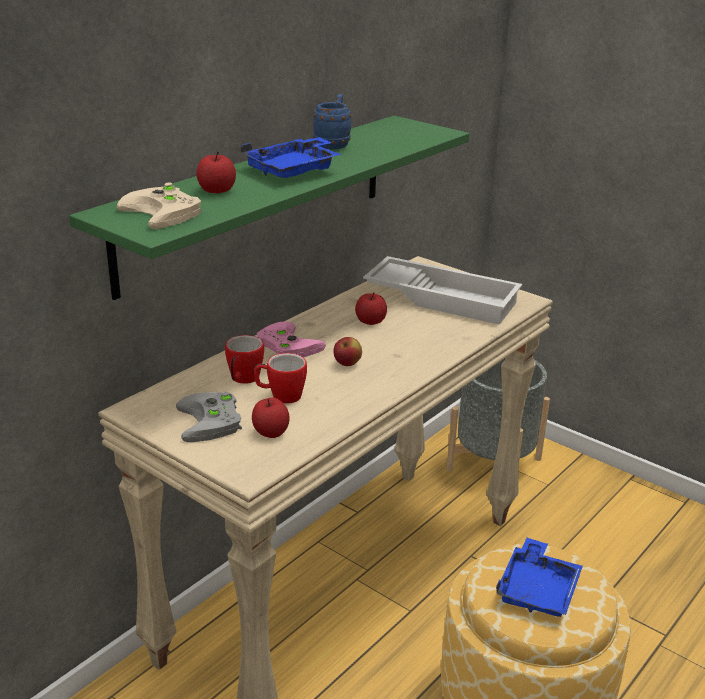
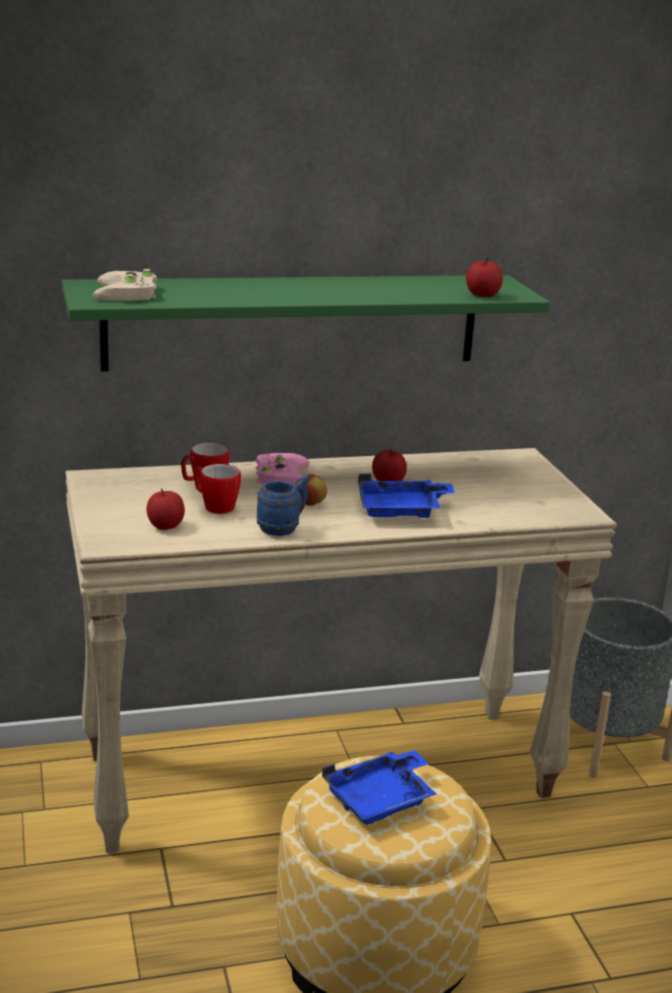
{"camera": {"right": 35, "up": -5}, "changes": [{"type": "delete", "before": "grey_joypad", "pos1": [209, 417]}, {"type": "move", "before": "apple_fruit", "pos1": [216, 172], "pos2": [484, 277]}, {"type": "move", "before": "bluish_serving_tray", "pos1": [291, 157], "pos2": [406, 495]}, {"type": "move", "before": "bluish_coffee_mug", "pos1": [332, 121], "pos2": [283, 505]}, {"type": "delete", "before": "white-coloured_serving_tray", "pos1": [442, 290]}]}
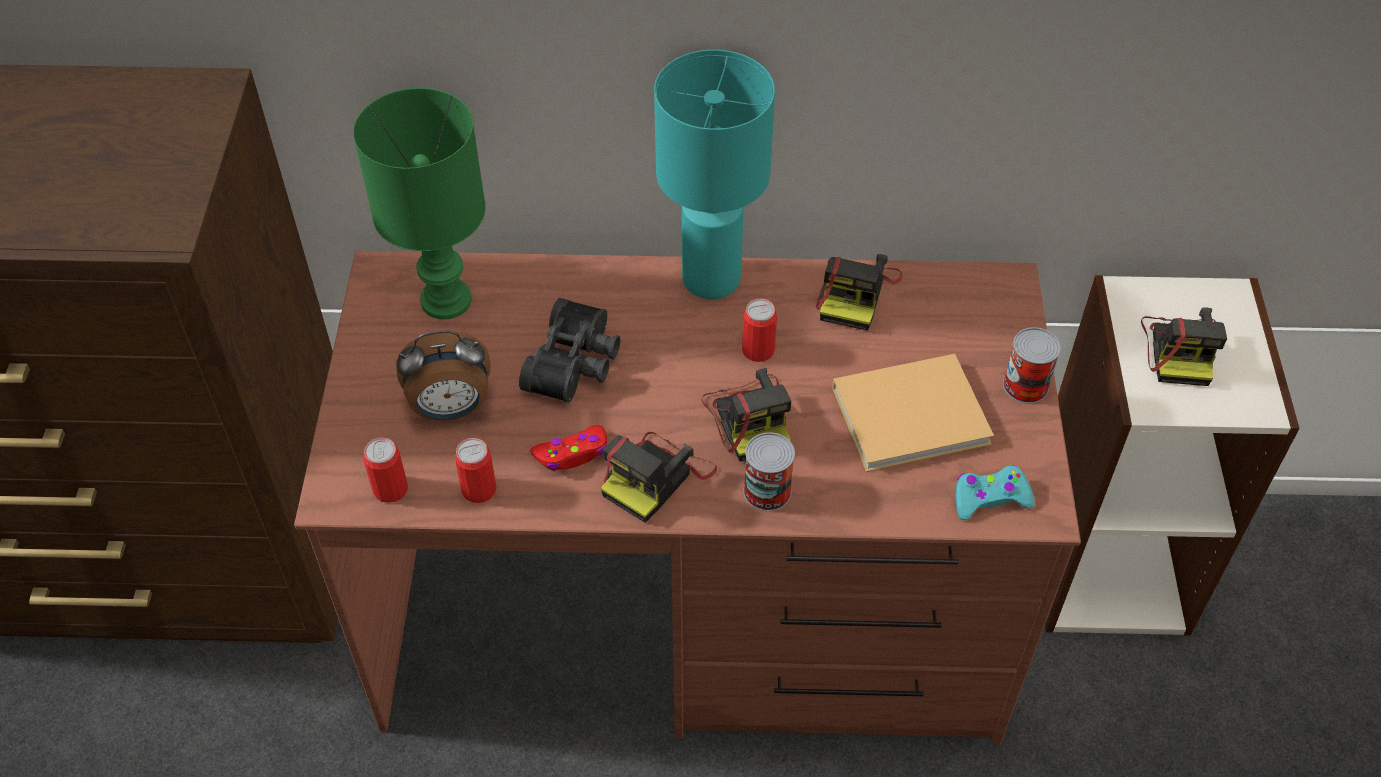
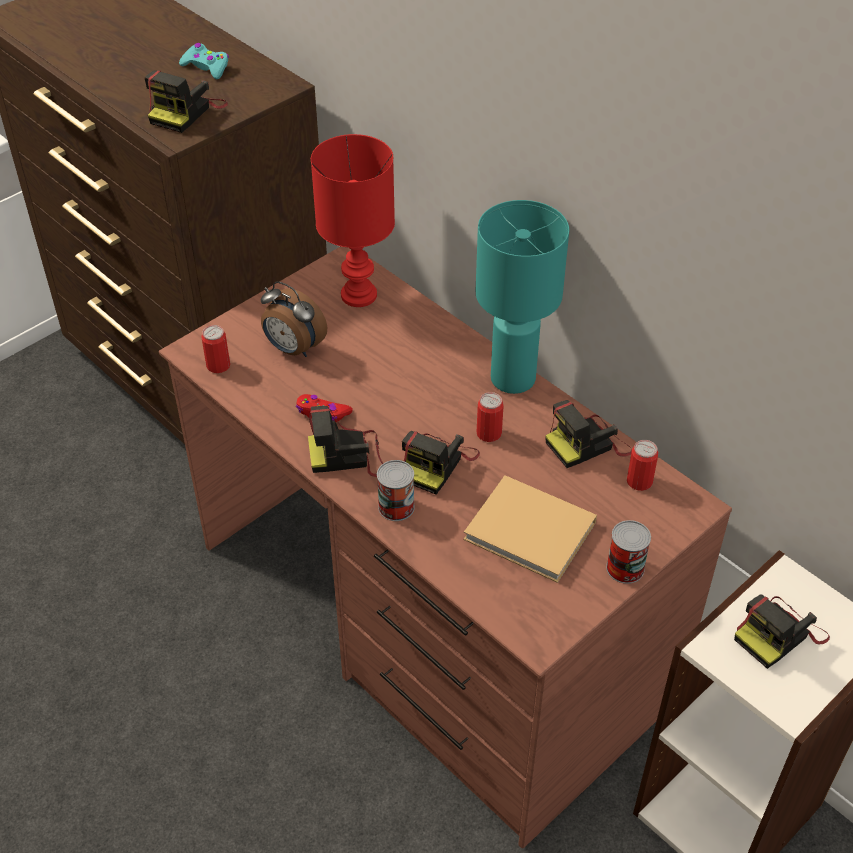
{"camera": {"right": 45, "up": -5}, "changes": [{"type": "recolor", "before": "greenish_tabletop_lamp", "after": "red_tabletop_lamp", "pos1": [419, 203], "pos2": [353, 220]}, {"type": "move", "before": "can", "pos1": [476, 470], "pos2": [642, 465]}, {"type": "delete", "before": "black-coloured_pair_of_binoculars", "pos1": [569, 350]}, {"type": "move", "before": "turquoise-coloured_joypad", "pos1": [995, 493], "pos2": [204, 61]}, {"type": "insert", "after": "still_camera", "pos2": [186, 101]}]}
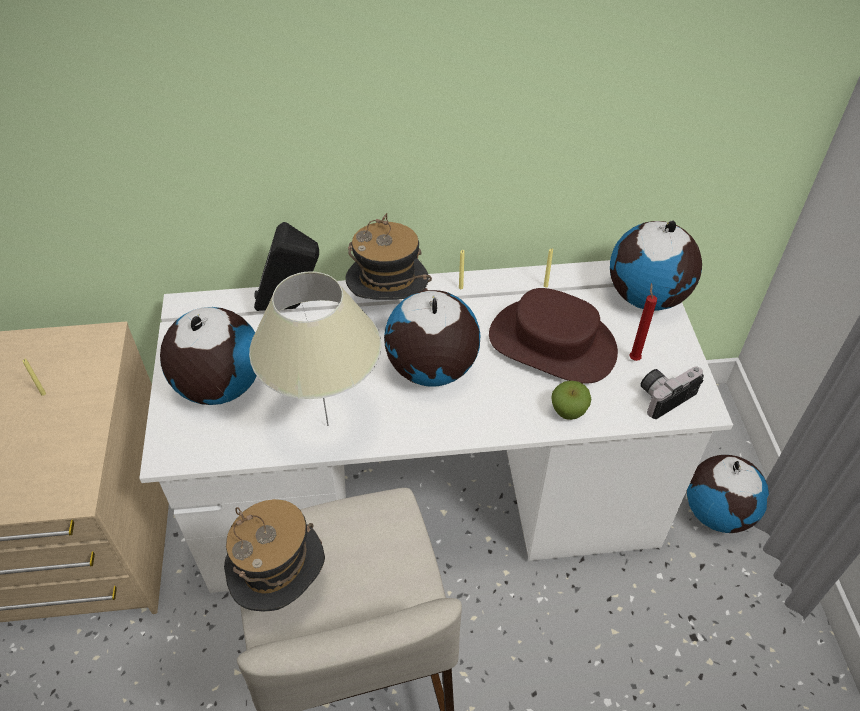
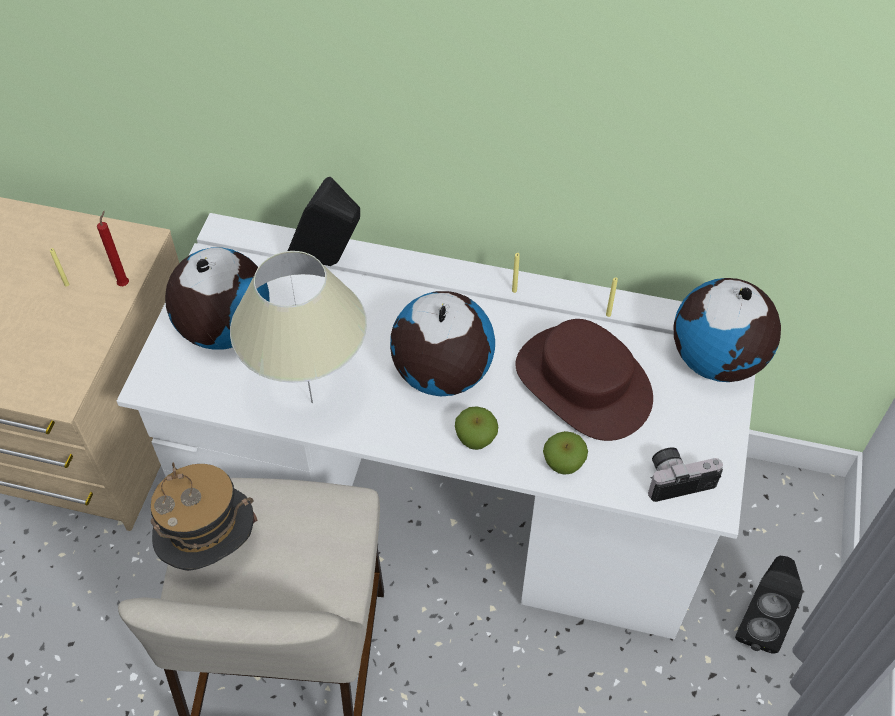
{"camera": {"right": 20, "up": 5}, "changes": [{"type": "delete", "before": "clothing_hat", "pos1": [388, 256]}, {"type": "move", "before": "red_candle", "pos1": [643, 322], "pos2": [113, 248]}, {"type": "replace", "before": "world_globe", "after": "black-coloured_audio_speaker", "pos1": [728, 494], "pos2": [769, 605]}, {"type": "insert", "after": "apple_fruit", "pos2": [476, 428]}]}
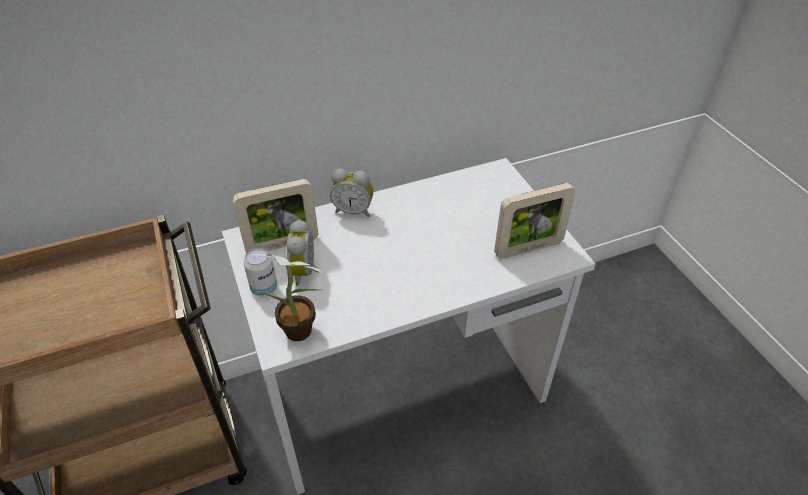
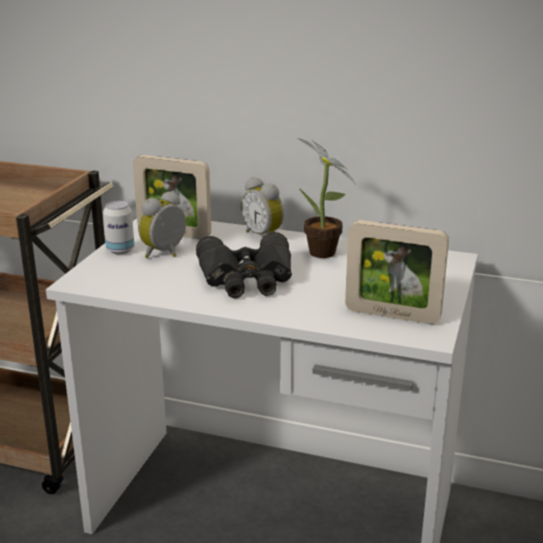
{"camera": {"right": 40, "up": -20}, "changes": [{"type": "move", "before": "houseplant", "pos1": [286, 297], "pos2": [327, 198]}, {"type": "insert", "after": "black-coloured_pair_of_binoculars", "pos2": [244, 265]}]}
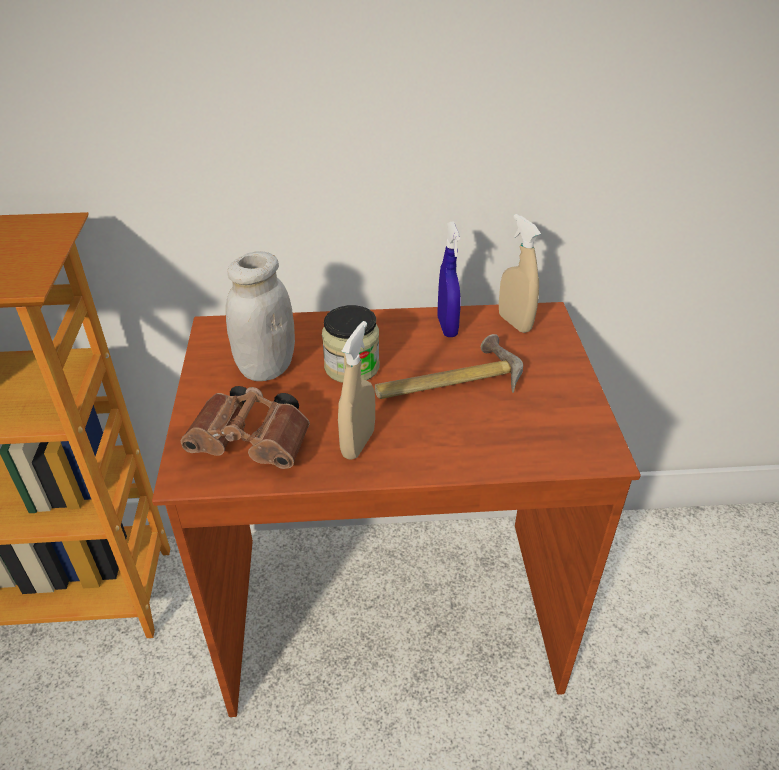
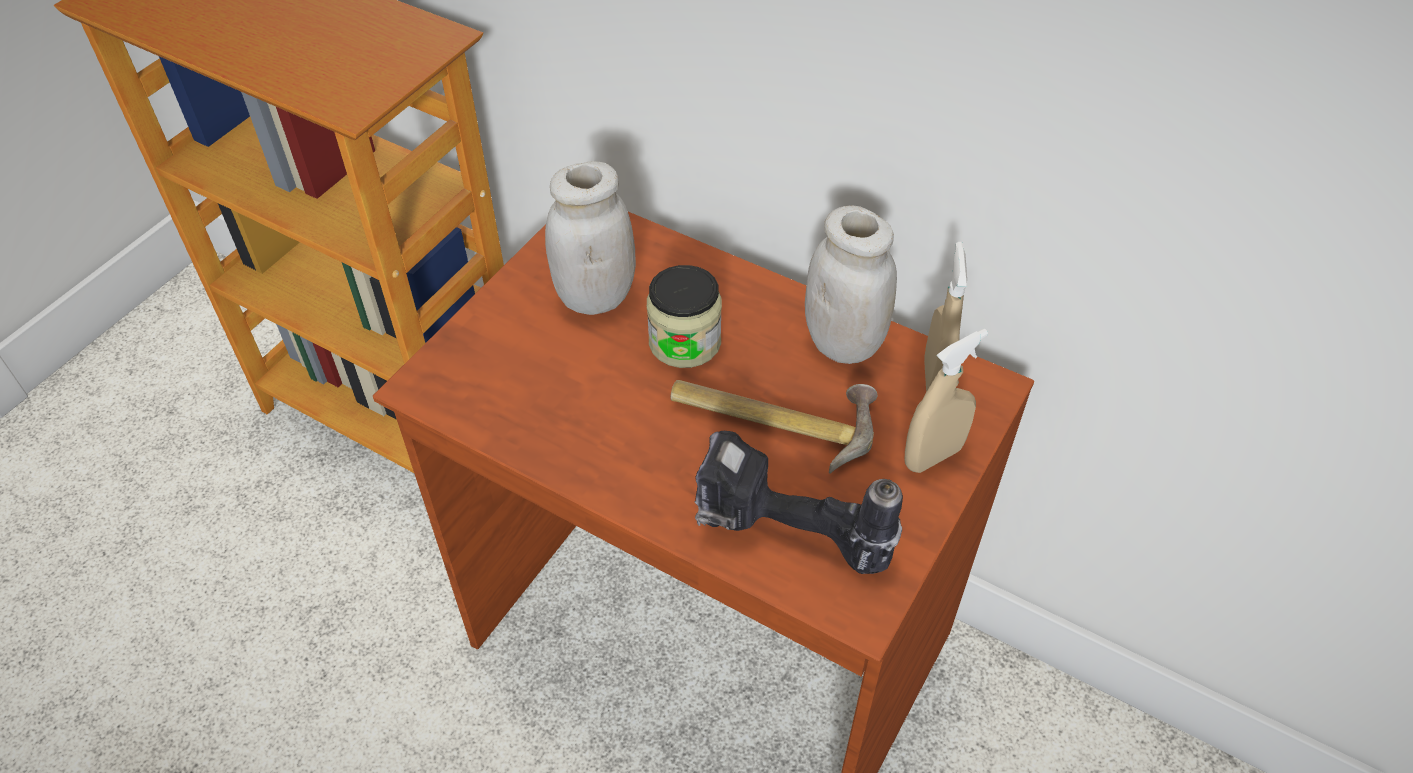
{"camera": {"right": 35, "up": 10}, "changes": [{"type": "delete", "before": "brown-coloured_pair_of_binoculars", "pos1": [245, 427]}, {"type": "move", "before": "beige-coloured_hand_sprayer", "pos1": [356, 390], "pos2": [946, 401]}, {"type": "replace", "before": "bluish_hand_sprayer", "after": "white-coloured_jar", "pos1": [449, 279], "pos2": [851, 285]}, {"type": "insert", "after": "electric_drill", "pos2": [799, 502]}]}
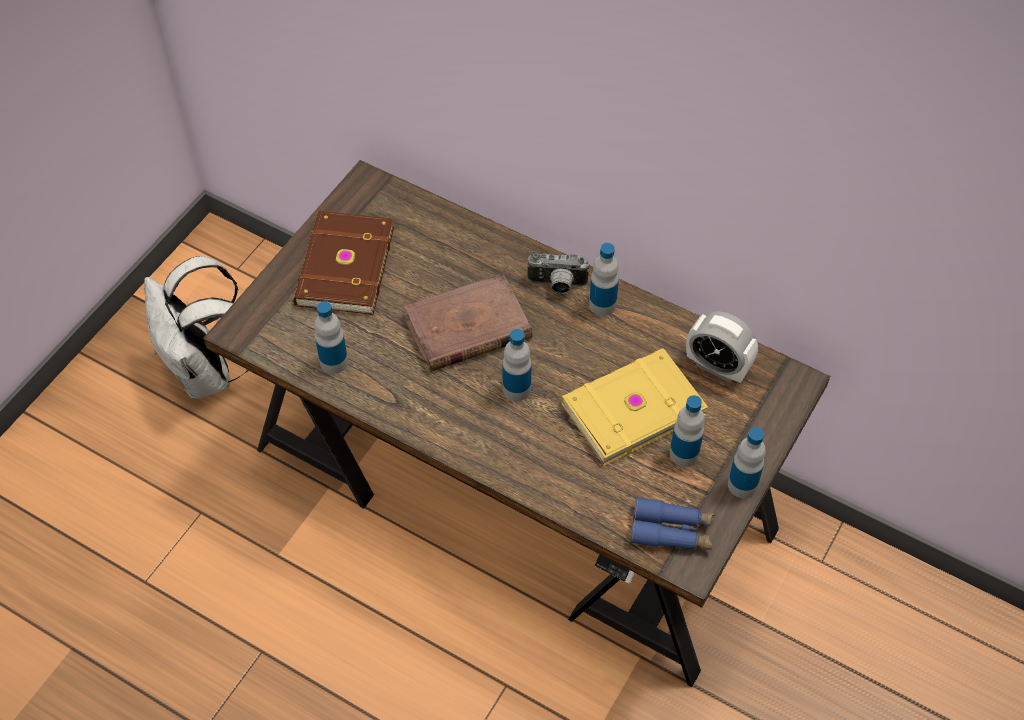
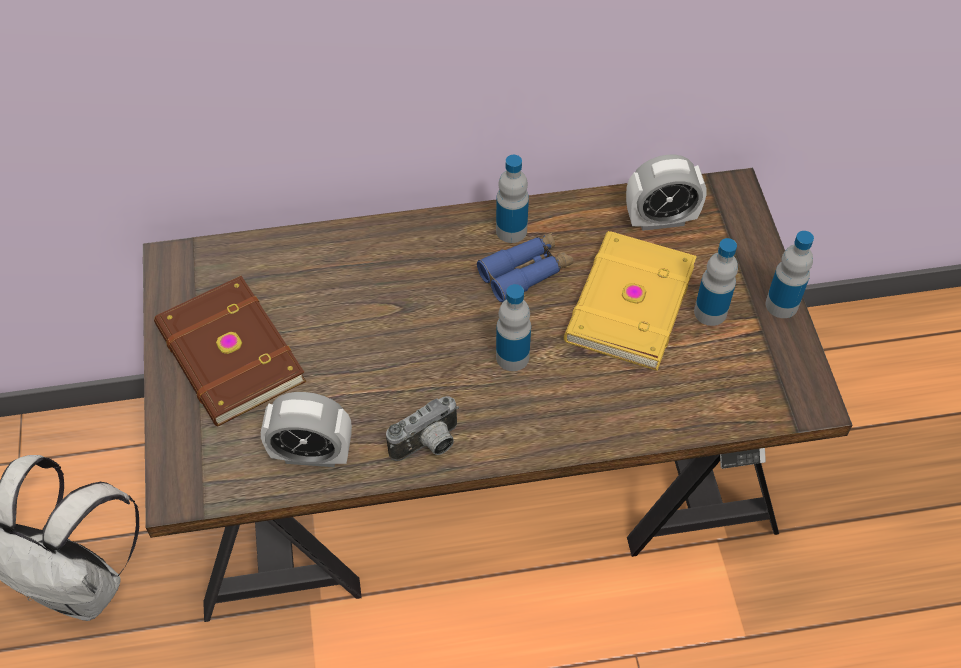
{"camera": {"right": -40, "up": 0}, "changes": [{"type": "replace", "before": "drink_bottle", "after": "alarm_clock", "pos1": [331, 337], "pos2": [306, 429]}, {"type": "delete", "before": "brown-coloured_bound_book", "pos1": [467, 322]}, {"type": "move", "before": "still_camera", "pos1": [558, 273], "pos2": [422, 428]}, {"type": "move", "before": "bluish_pair_of_binoculars", "pos1": [672, 523], "pos2": [525, 267]}]}
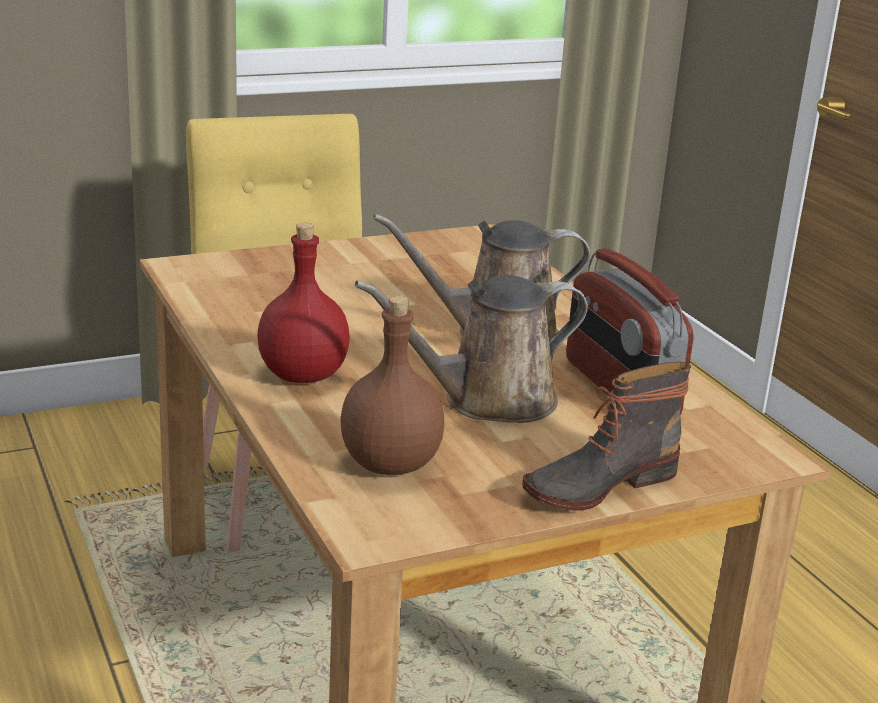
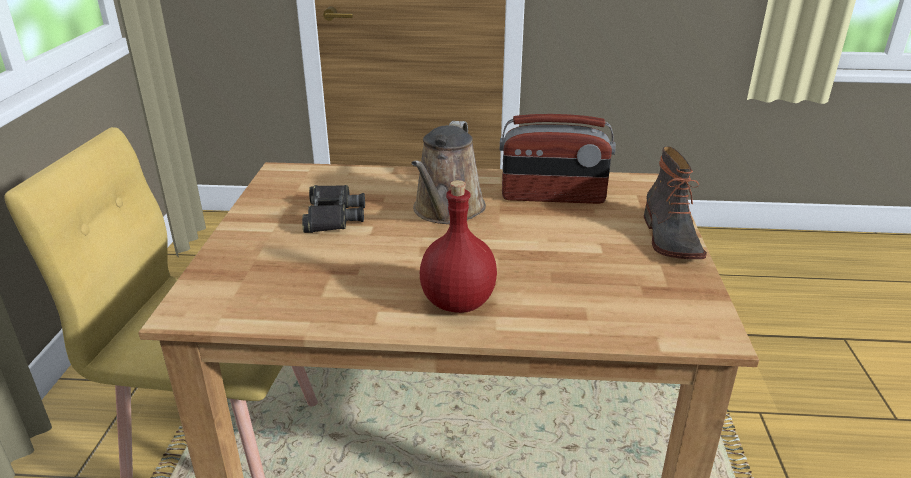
{"camera": {"right": -60, "up": 5}, "changes": [{"type": "delete", "before": "brown-coloured_drink_bottle", "pos1": [392, 385]}, {"type": "delete", "before": "brown-coloured_watering_can", "pos1": [471, 349]}, {"type": "insert", "after": "black-coloured_pair_of_binoculars", "pos2": [333, 209]}]}
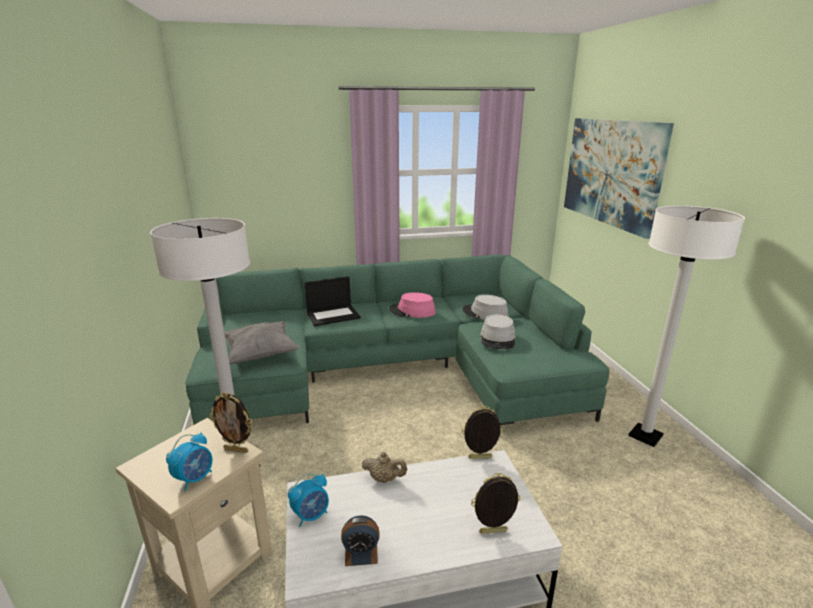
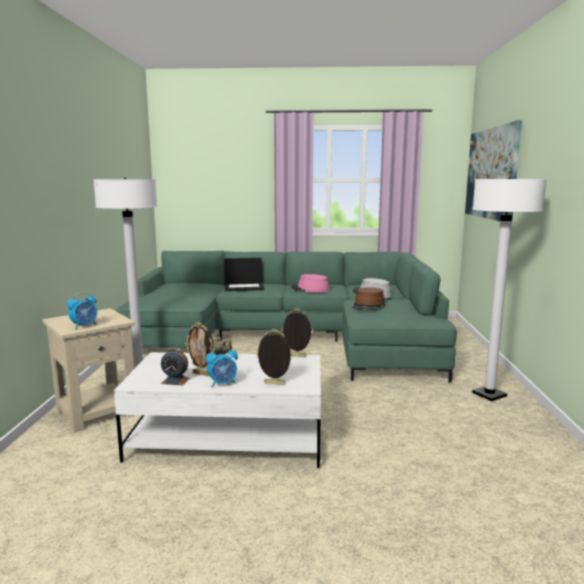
{"camera": {"right": 15, "up": -10}, "changes": [{"type": "move", "before": "picture_frame", "pos1": [230, 422], "pos2": [200, 349]}, {"type": "delete", "before": "grey_pillow", "pos1": [262, 342]}, {"type": "move", "before": "alarm_clock", "pos1": [308, 500], "pos2": [222, 366]}, {"type": "recolor", "before": "grey_clothing_hat", "after": "brown-coloured_clothing_hat", "pos1": [498, 331], "pos2": [368, 298]}]}
